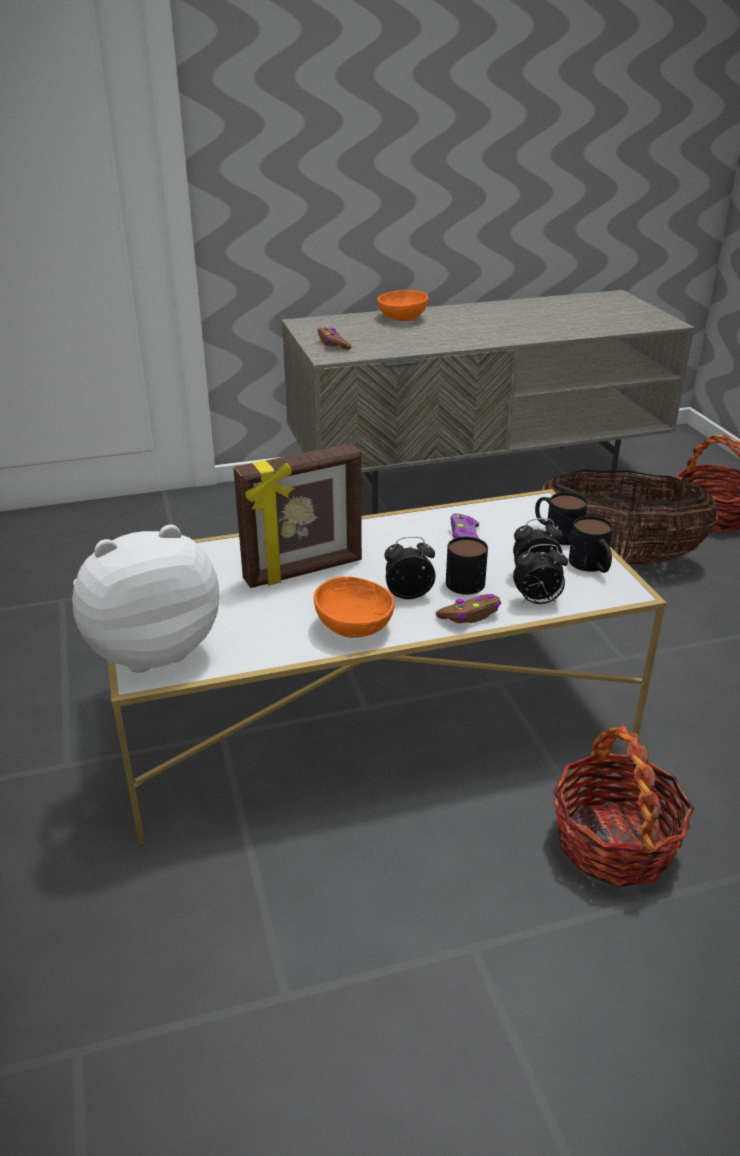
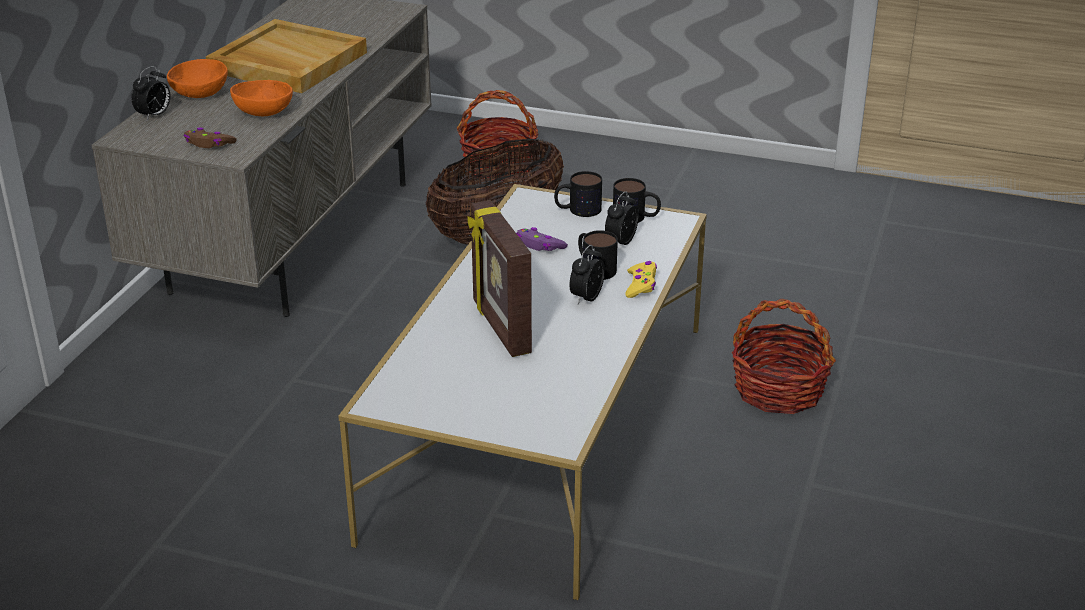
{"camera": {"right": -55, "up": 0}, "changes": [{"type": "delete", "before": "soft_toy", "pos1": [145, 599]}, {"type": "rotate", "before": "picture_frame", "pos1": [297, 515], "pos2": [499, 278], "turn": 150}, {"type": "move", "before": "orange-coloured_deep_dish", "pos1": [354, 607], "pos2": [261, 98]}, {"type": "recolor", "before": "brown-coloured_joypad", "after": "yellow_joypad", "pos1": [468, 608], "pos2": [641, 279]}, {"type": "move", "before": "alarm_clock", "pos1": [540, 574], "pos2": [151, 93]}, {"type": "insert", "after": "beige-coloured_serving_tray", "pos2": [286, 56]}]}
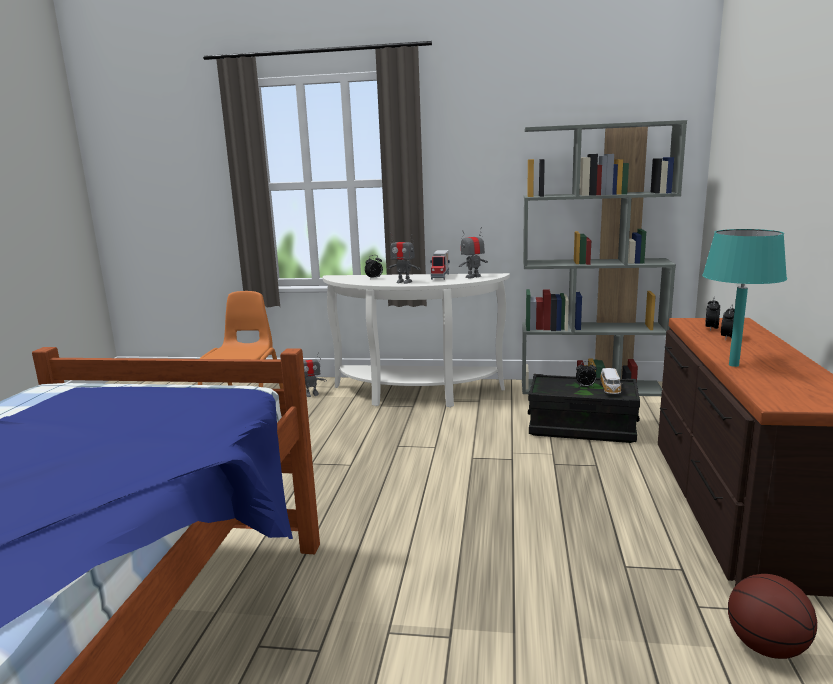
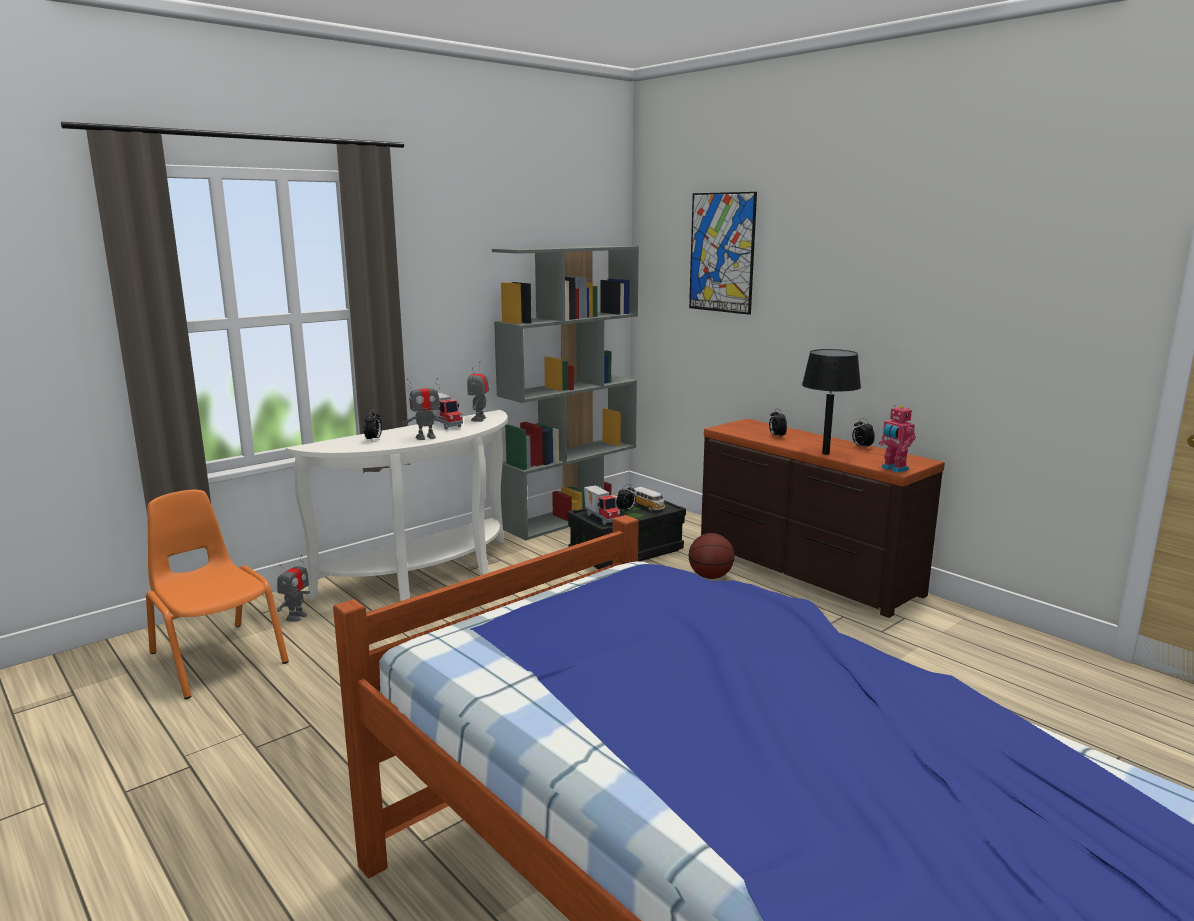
{"camera": {"right": -50, "up": 0}, "changes": [{"type": "recolor", "before": "turquoise-coloured_tabletop_lamp", "after": "black-coloured_tabletop_lamp", "pos1": [744, 298], "pos2": [831, 402]}, {"type": "move", "before": "alarm_clock", "pos1": [712, 314], "pos2": [863, 433]}, {"type": "move", "before": "ball_for_basketball", "pos1": [772, 616], "pos2": [711, 556]}, {"type": "insert", "after": "toy_lorry", "pos2": [602, 505]}, {"type": "insert", "after": "picture", "pos2": [723, 253]}, {"type": "insert", "after": "model_robot", "pos2": [897, 439]}]}
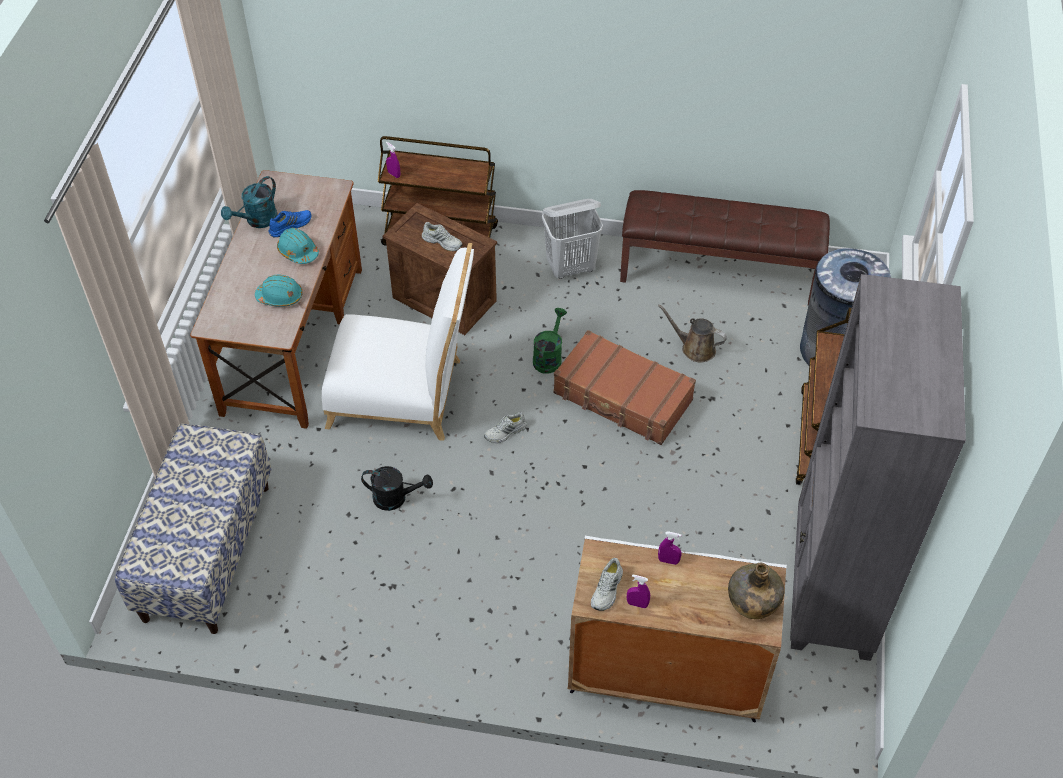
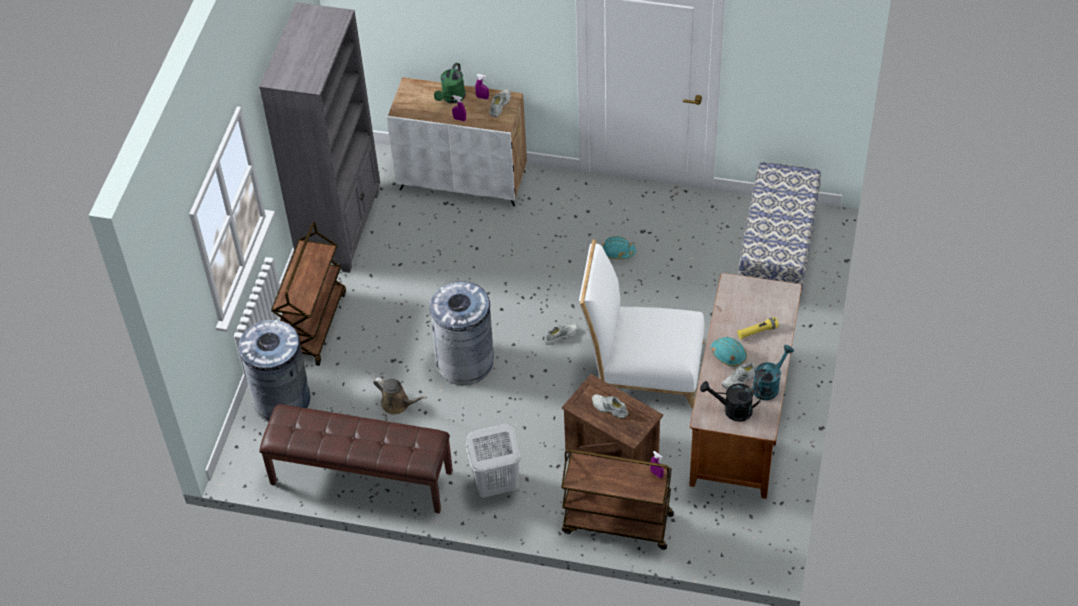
{"camera": {"right": -175, "up": 0}, "changes": [{"type": "move", "before": "turquoise-coloured_safety_helmet", "pos1": [279, 291], "pos2": [619, 247]}, {"type": "recolor", "before": "bluish_low_shoe", "after": "white-coloured_low_shoe", "pos1": [289, 224], "pos2": [738, 375]}, {"type": "move", "before": "black-coloured_watering_can", "pos1": [397, 488], "pos2": [730, 401]}, {"type": "move", "before": "greenish_watering_can", "pos1": [550, 341], "pos2": [449, 83]}, {"type": "replace", "before": "brown-coloured_travel_case", "after": "grey_trash_can", "pos1": [624, 387], "pos2": [461, 333]}, {"type": "delete", "before": "greenish_drink_bottle", "pos1": [756, 591]}, {"type": "insert", "after": "yellow_torch", "pos2": [758, 328]}]}
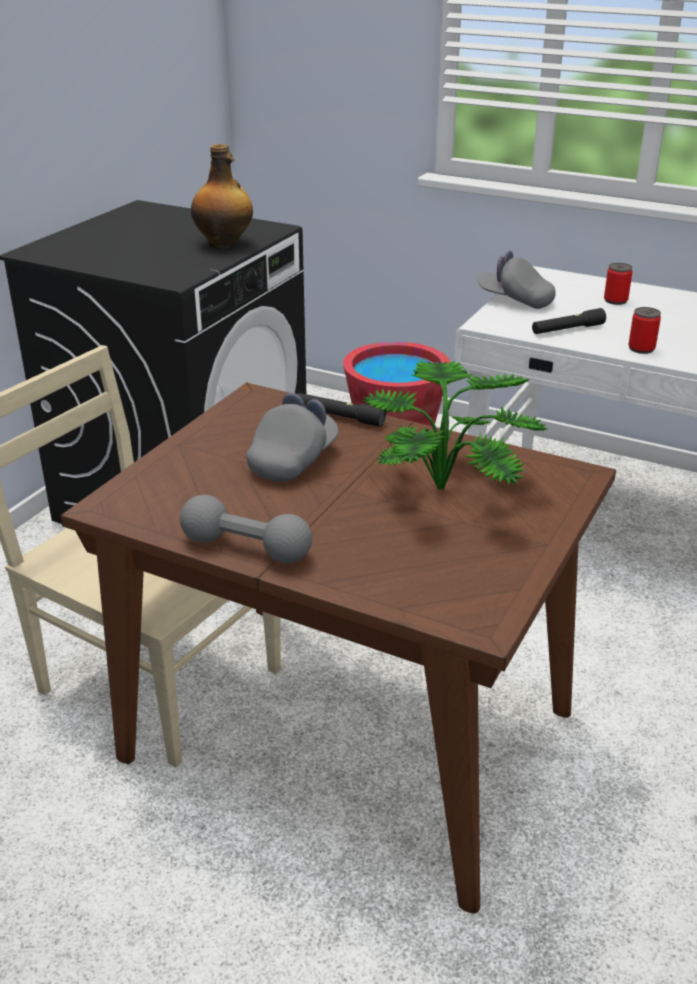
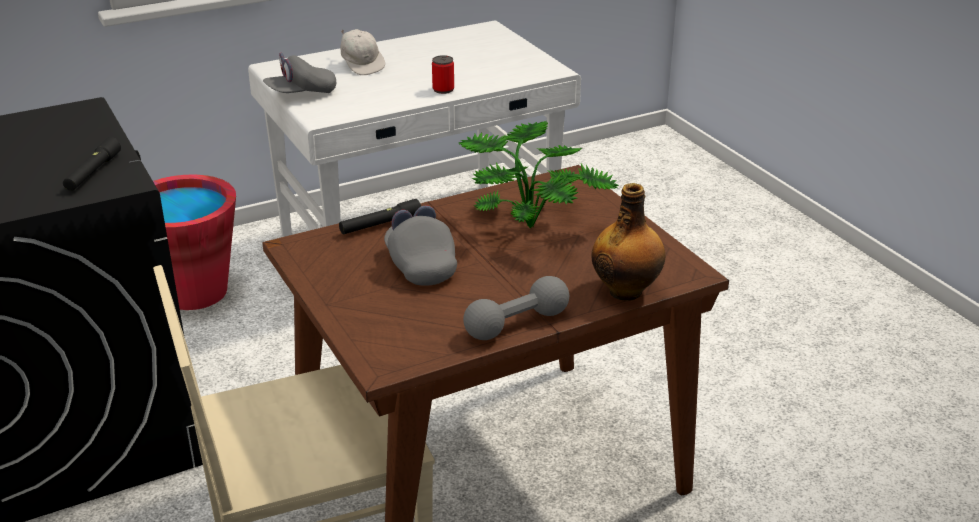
{"camera": {"right": -55, "up": 0}, "changes": [{"type": "move", "before": "drink_bottle", "pos1": [222, 196], "pos2": [628, 242]}, {"type": "move", "before": "black-coloured_torch", "pos1": [569, 321], "pos2": [92, 164]}, {"type": "replace", "before": "can", "after": "white-coloured_cap", "pos1": [618, 284], "pos2": [362, 52]}]}
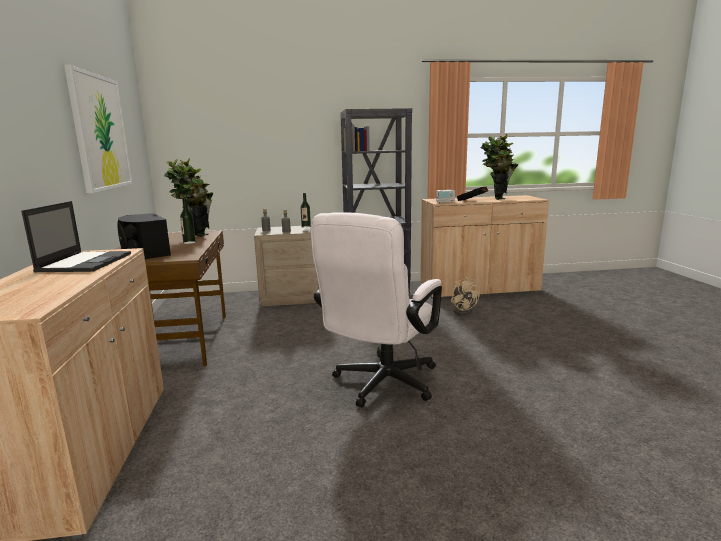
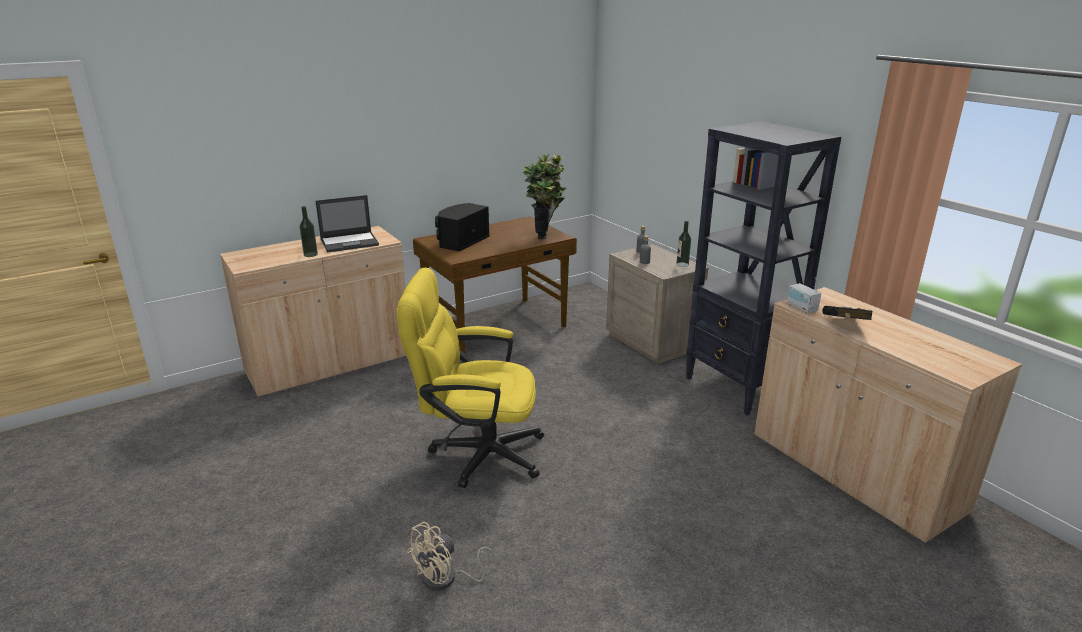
{"camera": {"right": 65, "up": 10}, "changes": [{"type": "delete", "before": "picture", "pos1": [98, 129]}, {"type": "move", "before": "drink_bottle", "pos1": [188, 221], "pos2": [308, 231]}, {"type": "recolor", "before": "white-coloured_computer_chair", "after": "yellow_computer_chair", "pos1": [376, 309], "pos2": [470, 378]}, {"type": "move", "before": "beige-coloured_cooling_fan", "pos1": [465, 296], "pos2": [452, 556]}, {"type": "delete", "before": "houseplant", "pos1": [499, 167]}]}
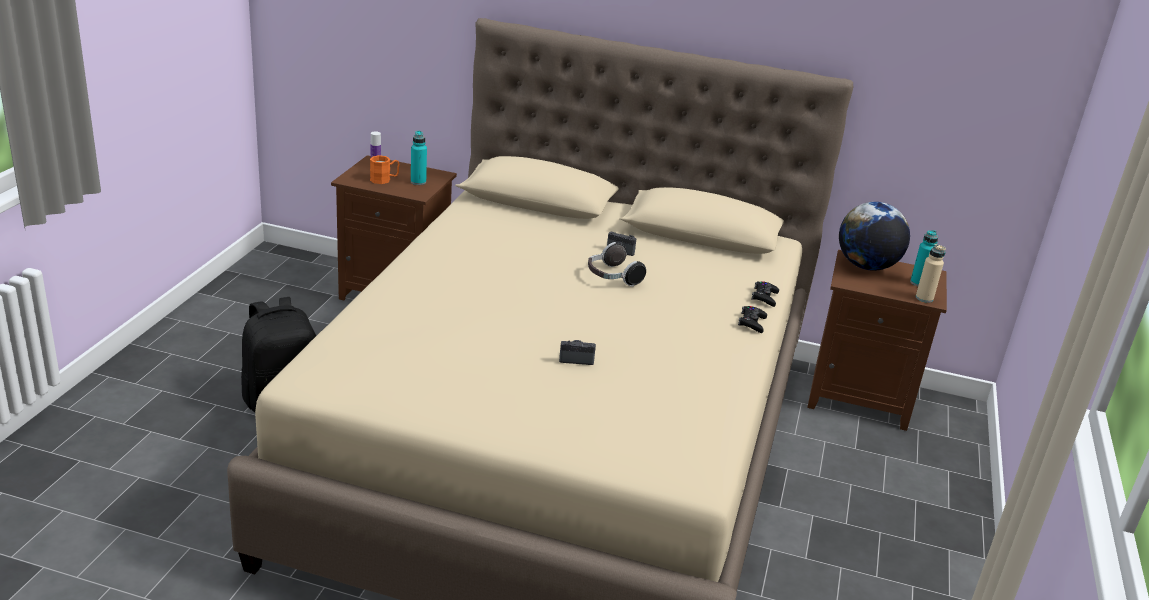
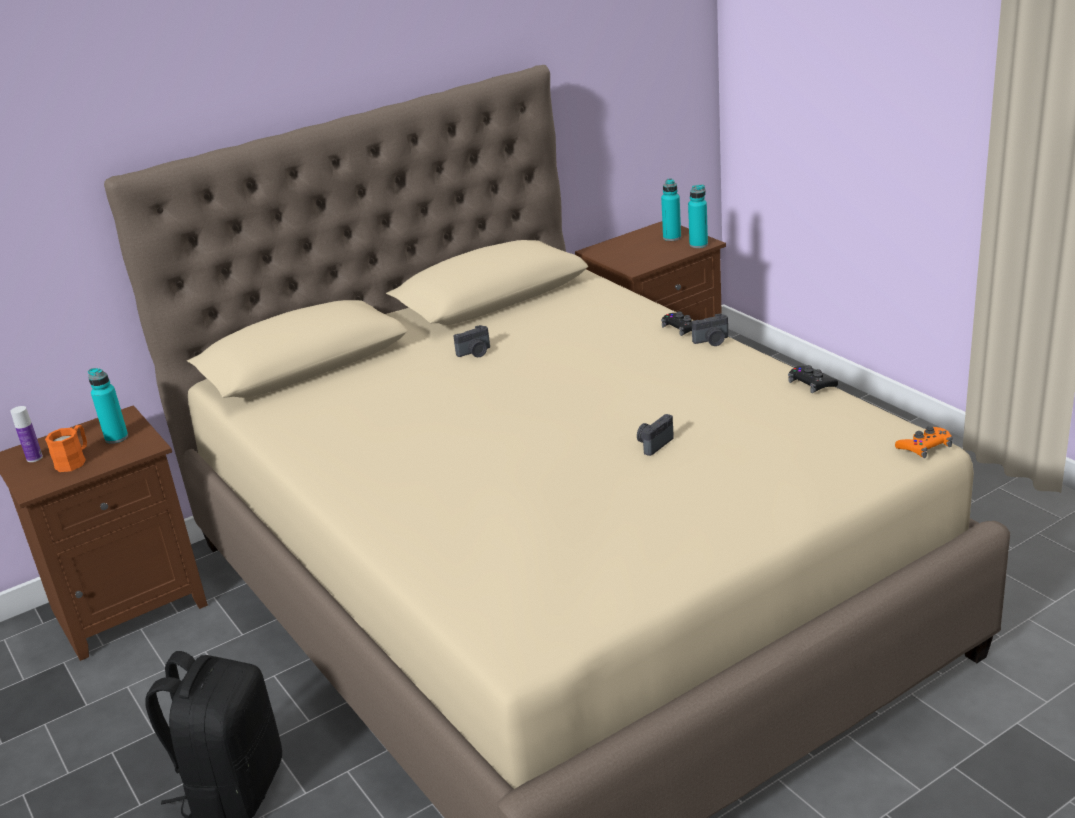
{"camera": {"right": -45, "up": 0}, "changes": [{"type": "delete", "before": "pair_of_headphones", "pos1": [617, 264]}, {"type": "move", "before": "black-coloured_joypad", "pos1": [765, 294], "pos2": [813, 379]}, {"type": "delete", "before": "world_globe", "pos1": [874, 236]}, {"type": "recolor", "before": "beige-coloured_drink_bottle", "after": "turquoise-coloured_drink_bottle", "pos1": [931, 273], "pos2": [698, 216]}, {"type": "insert", "after": "still_camera", "pos2": [710, 330]}, {"type": "insert", "after": "orange-coloured_joypad", "pos2": [924, 442]}]}
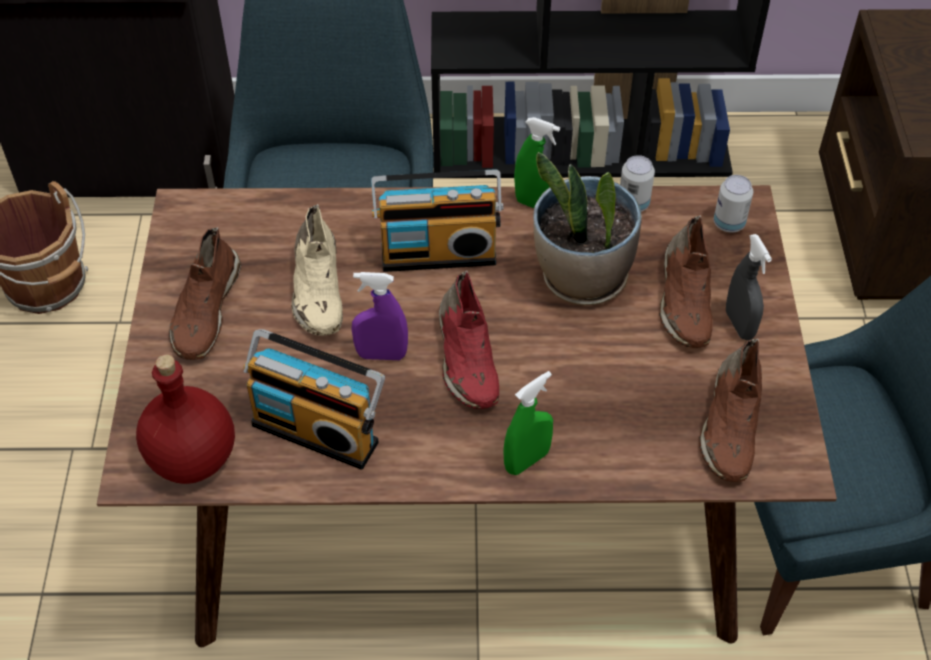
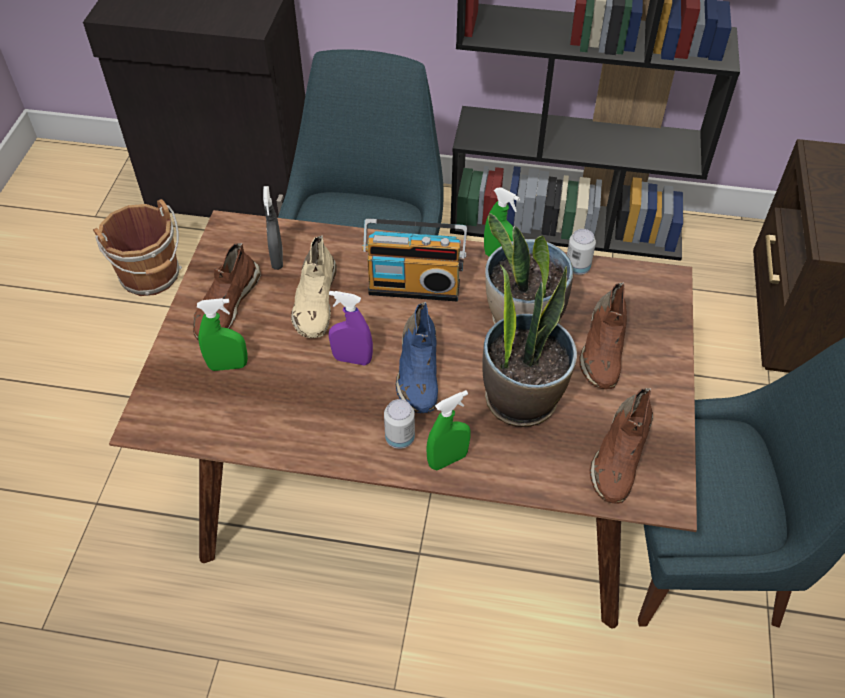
{"camera": {"right": 10, "up": 0}, "changes": [{"type": "delete", "before": "red_drink_bottle", "pos1": [185, 419]}, {"type": "delete", "before": "radio_set", "pos1": [314, 399]}, {"type": "recolor", "before": "red_low_shoe", "after": "bluish_low_shoe", "pos1": [469, 340], "pos2": [417, 357]}, {"type": "move", "before": "can", "pos1": [733, 203], "pos2": [399, 424]}, {"type": "move", "before": "grey_hand_sprayer", "pos1": [749, 287], "pos2": [273, 228]}, {"type": "insert", "after": "greenish_hand_sprayer", "pos2": [222, 334]}, {"type": "insert", "after": "houseplant", "pos2": [529, 346]}]}
